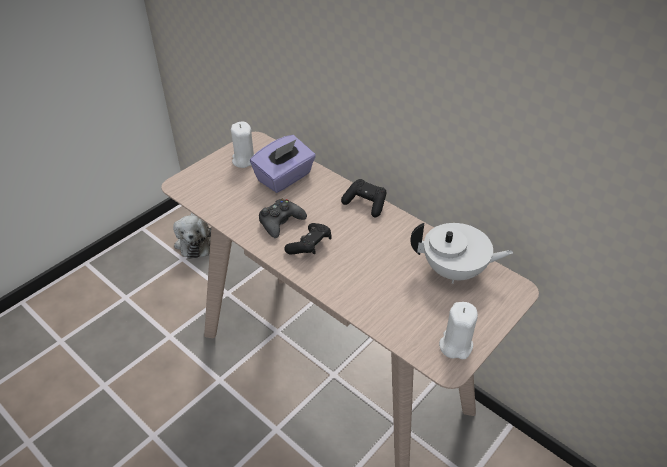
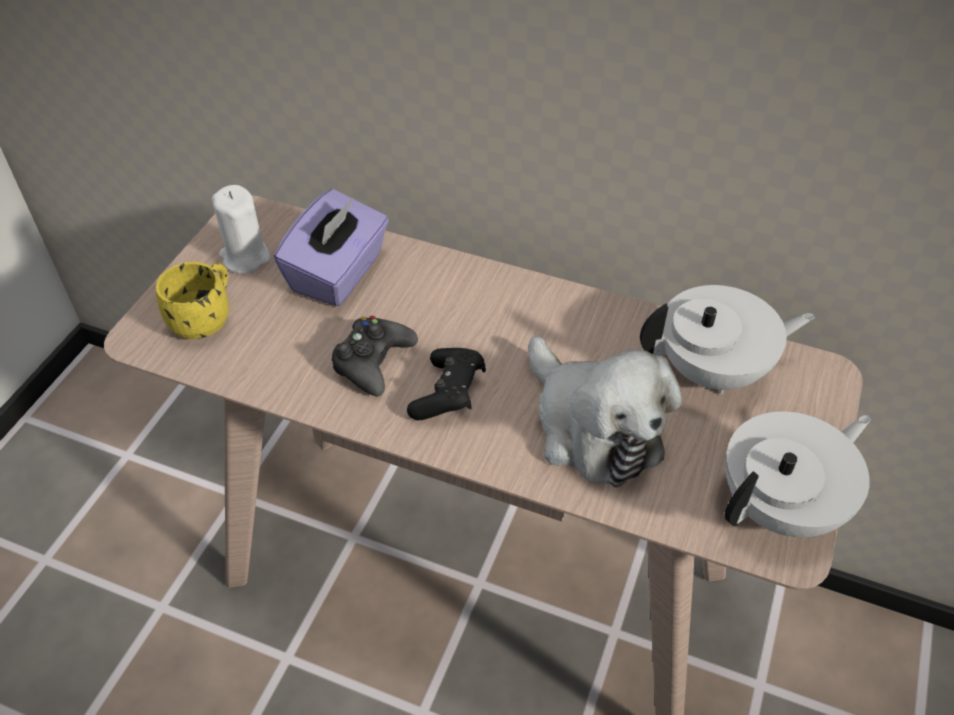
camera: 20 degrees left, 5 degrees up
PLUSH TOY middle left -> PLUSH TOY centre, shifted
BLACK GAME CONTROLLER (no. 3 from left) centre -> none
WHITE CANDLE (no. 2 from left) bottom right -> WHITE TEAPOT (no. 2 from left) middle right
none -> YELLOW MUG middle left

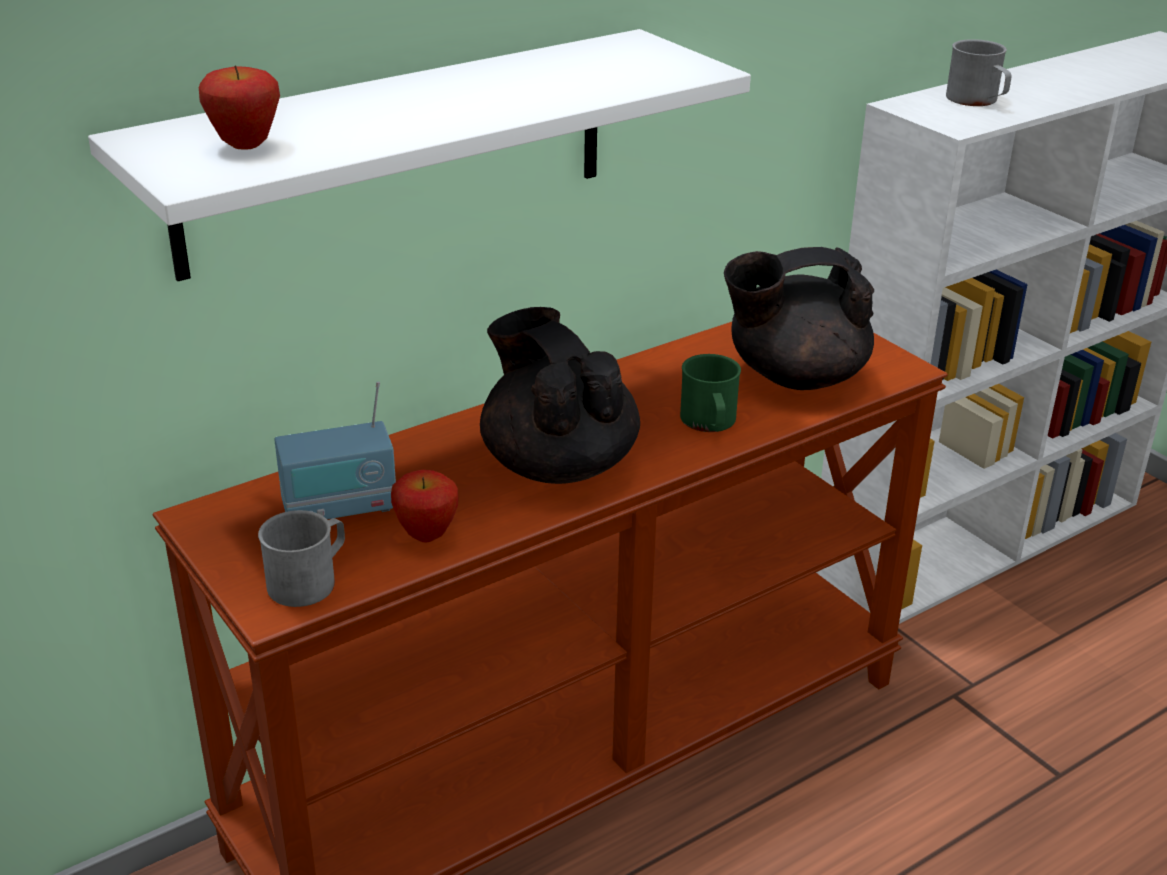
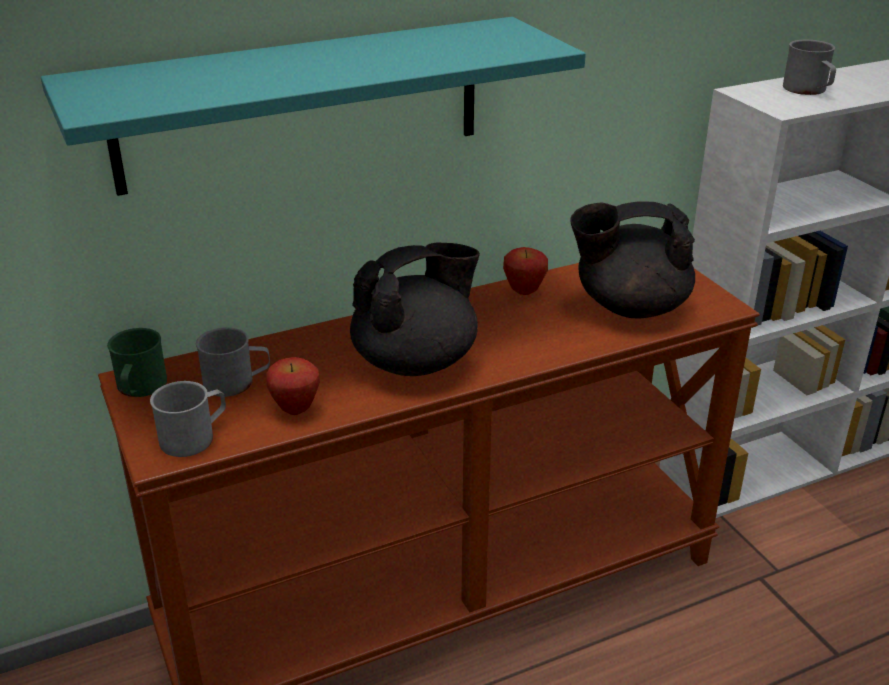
camera: 10 degrees right, 0 degrees up
WHITE SHELF top centre -> TURQUOISE SHELF top centre
APPLE (no. 1 from left in the first image) top left -> APPLE (no. 2 from left) centre, shifted
RADIO middle left -> GREY MUG (no. 2 from left) middle left
BLACK TEAPOT (no. 1 from left) centre, 75 degrees clockwise
GREEN MUG centre -> GREEN MUG middle left, shifted

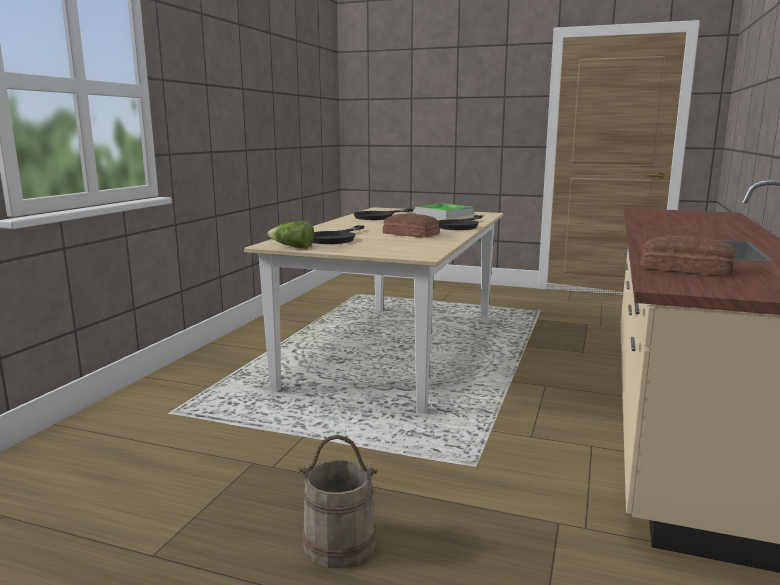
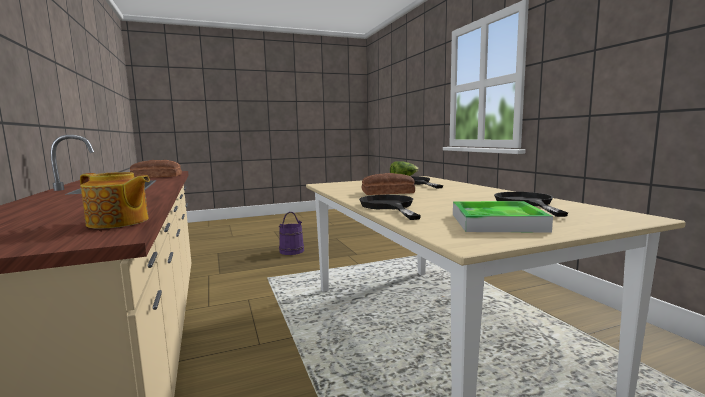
camera: 140 degrees right, 5 degrees down
BEIGE BUCKET bottom centre -> PURPLE BUCKET centre
none -> TEAPOT middle left

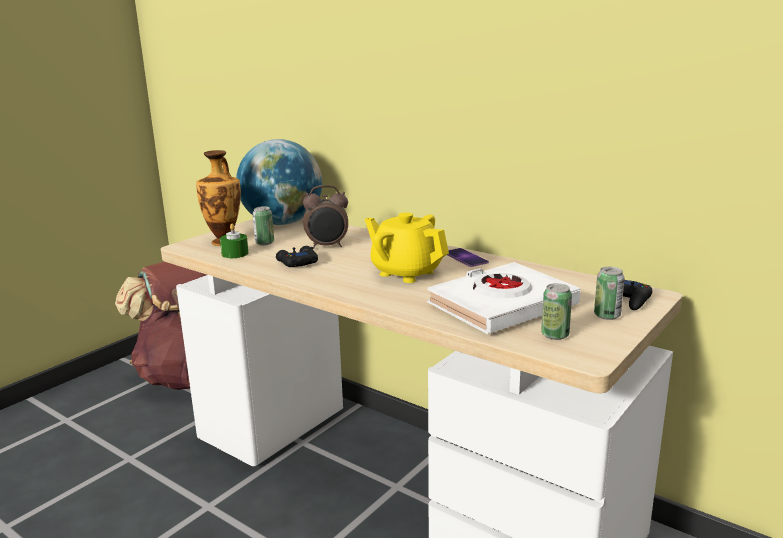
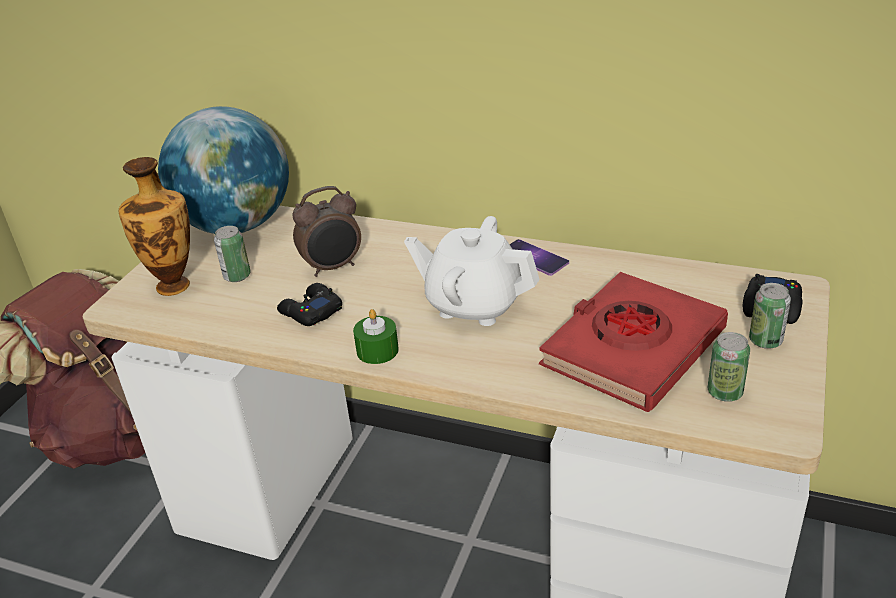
camera: 15 degrees left, 15 degrees up
GREEN CANDLE middle left -> GREEN CANDLE centre, shifted
YELLOW TEAPOT centre -> WHITE TEAPOT centre
WHITE BOOK centre -> RED BOOK middle right

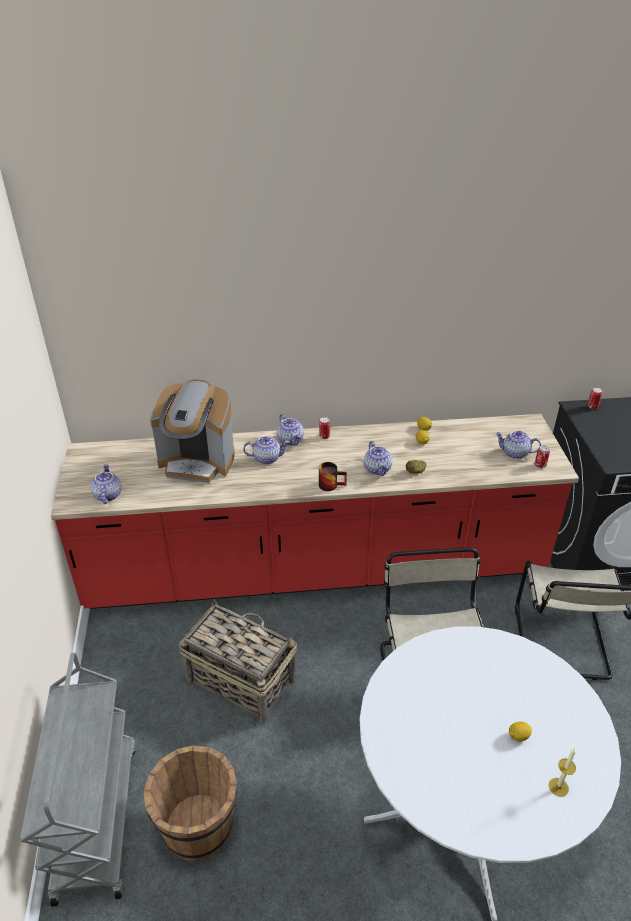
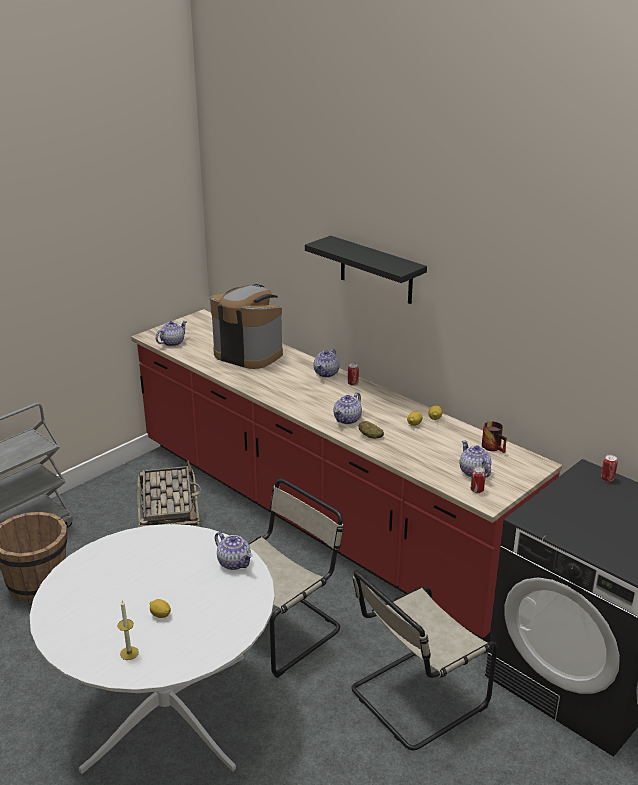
camera: 50 degrees right, 10 degrees down
COFFEE MACHINE middle left -> COFFEE MACHINE centre, 150 degrees clockwise
TEAPOT (no. 2 from left) centre -> TEAPOT (no. 2 from left) bottom centre, shifted
MUG centre -> MUG middle right, shifted
none -> BLACK SHELF centre

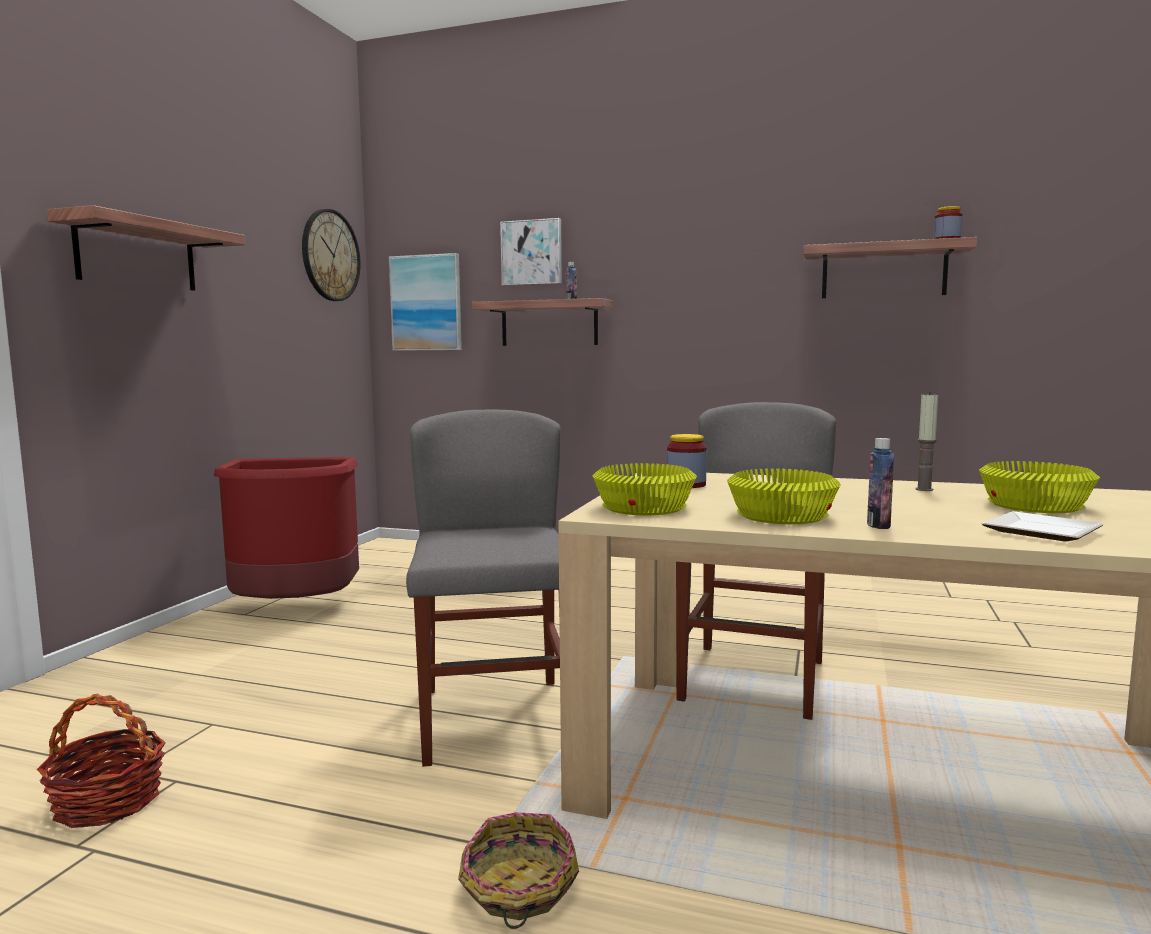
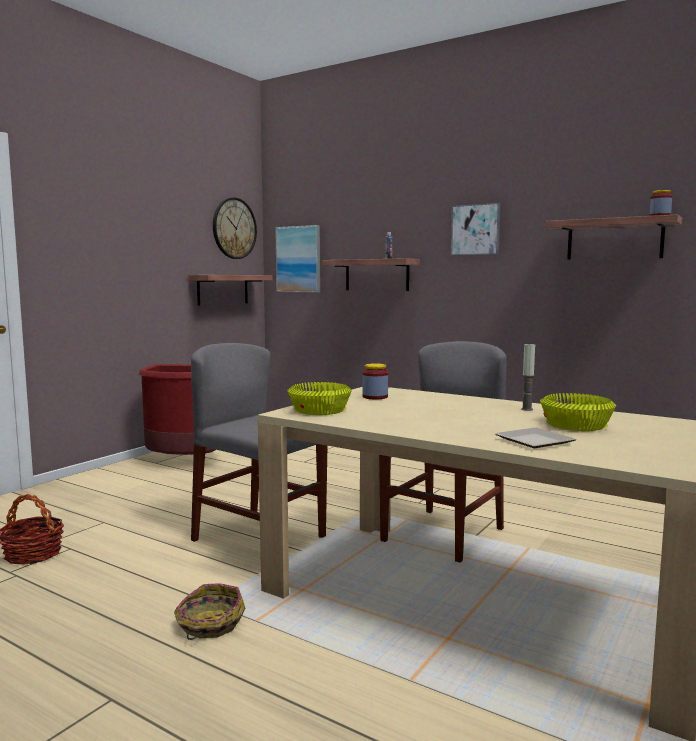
camera: 15 degrees right, 0 degrees up
SHELF (no. 1 from left) top left -> SHELF (no. 1 from left) middle left, shifted
GREY CHAIR (no. 1 from left) centre, 60 degrees counterclockwise
PICTURE (no. 2 from left) top centre -> PICTURE (no. 2 from left) top right, shifted
YELLOW BOWL (no. 2 from left) middle right -> none
BOTTLE (no. 2 from left) middle right -> none

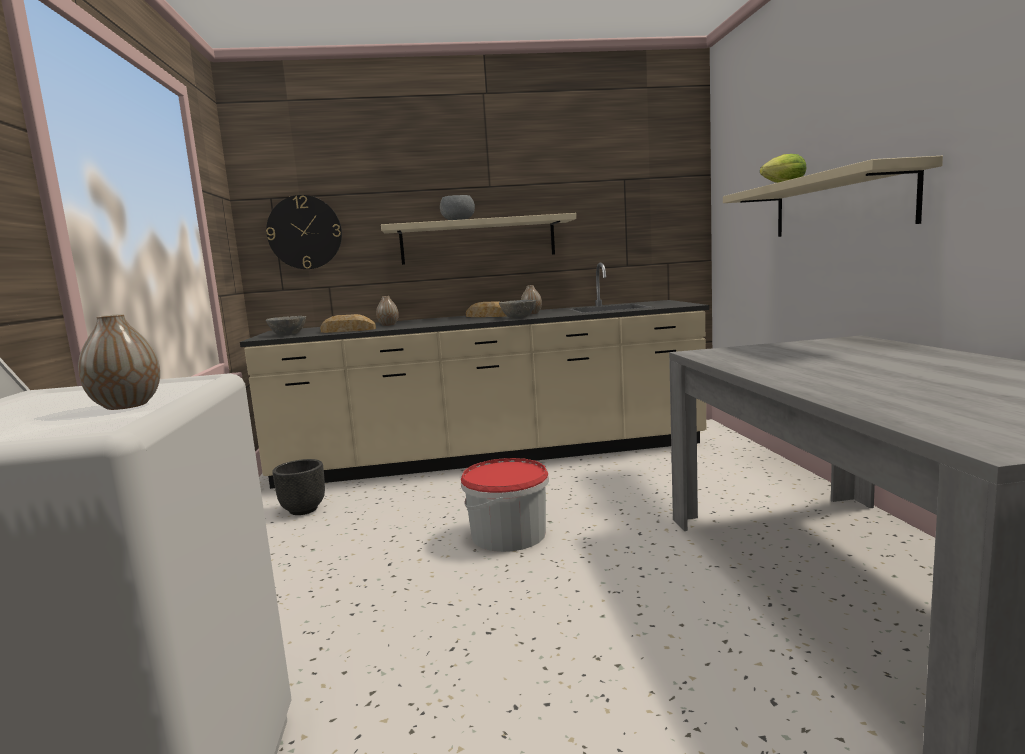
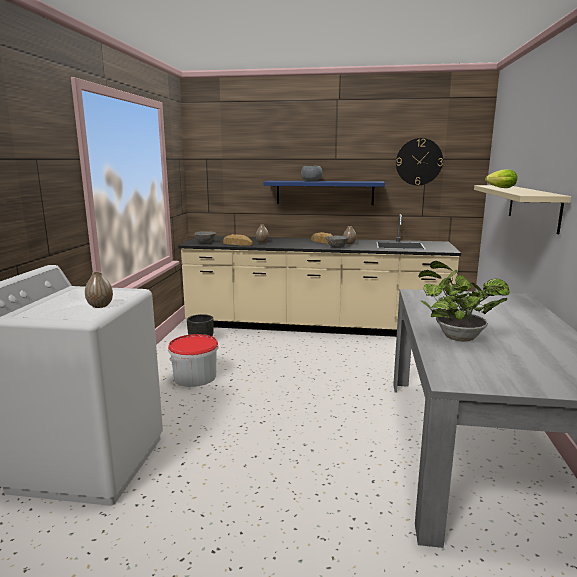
camera: 15 degrees right, 5 degrees up
WALL CLOCK top left -> WALL CLOCK top right, shifted
BEIGE SHELF (no. 1 from left) top centre -> BLUE SHELF centre
BUCKET bottom centre -> BUCKET centre, shifted
none -> POTTED PLANT middle right

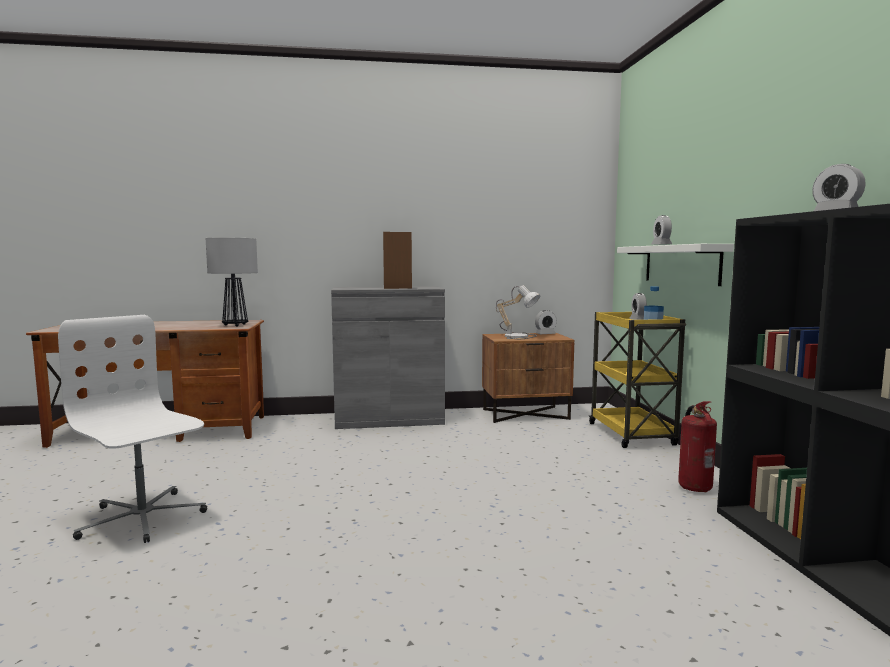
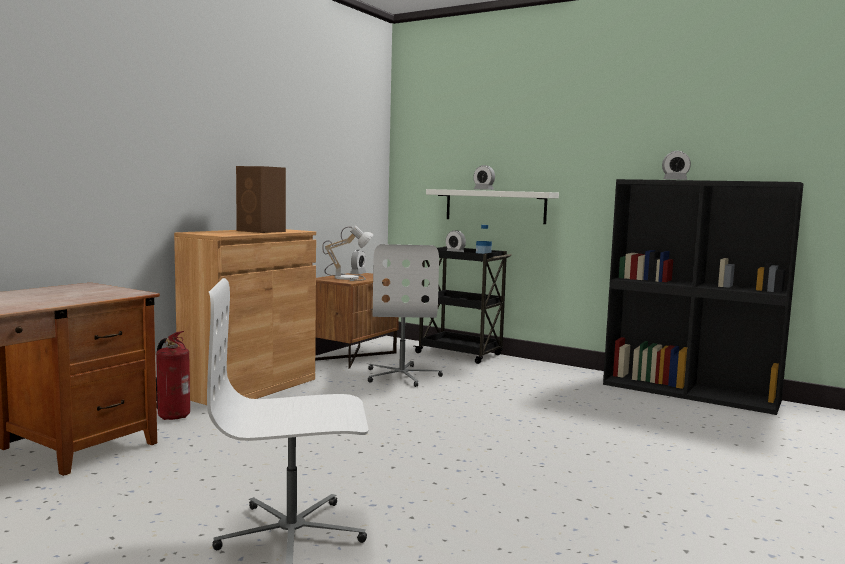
camera: 50 degrees left, 0 degrees up
TABLE LAMP (no. 1 from left) middle left -> none
GREY CABINET centre -> BROWN CABINET middle left
YELLOW CART middle right -> BLACK CART centre
FIRE EXTINGUISHER bottom right -> FIRE EXTINGUISHER middle left, shifted
none -> WHITE OFFICE CHAIR (no. 2 from left) centre

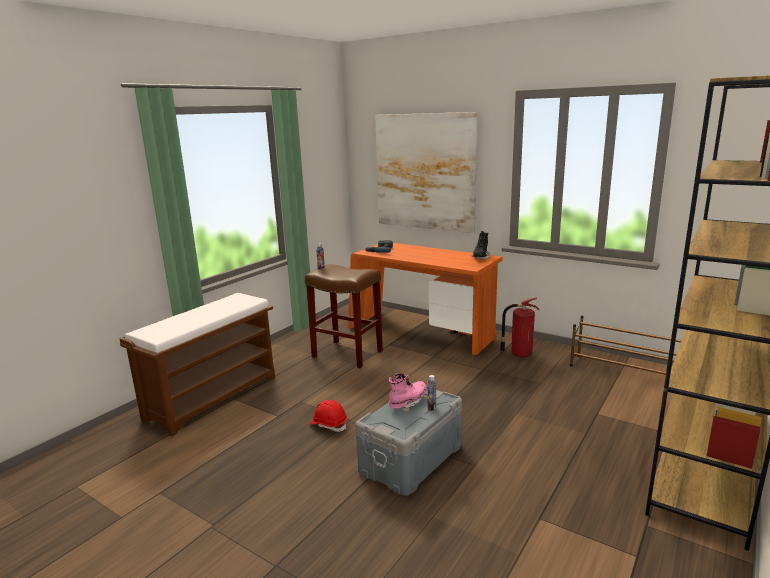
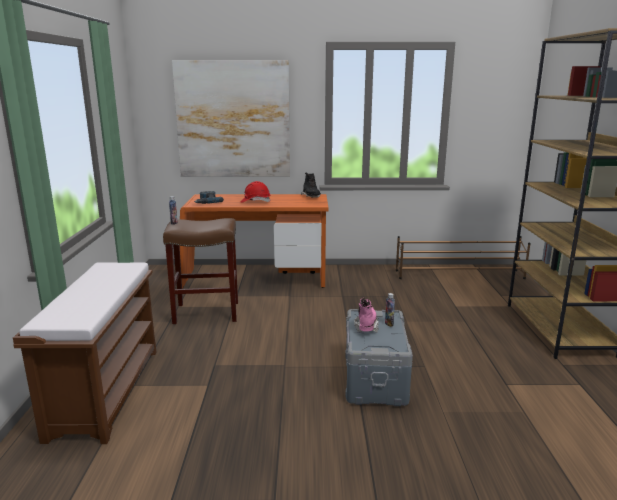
camera: 35 degrees left, 0 degrees up
RED HARD HAT bottom centre -> RED HARD HAT centre, shifted
FIRE EXTINGUISHER middle right -> none

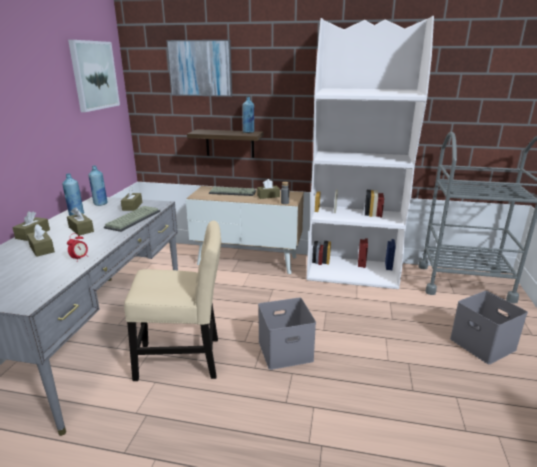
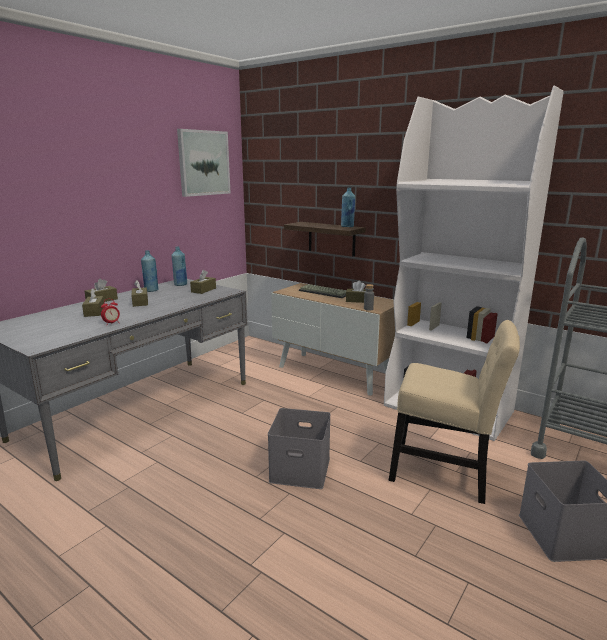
camera: 25 degrees right, 5 degrees down
KEYBOARD (no. 1 from left) middle left -> none
BEIGE CHAIR middle left -> BEIGE CHAIR middle right, shifted
PICTURE (no. 2 from left) top centre -> none

